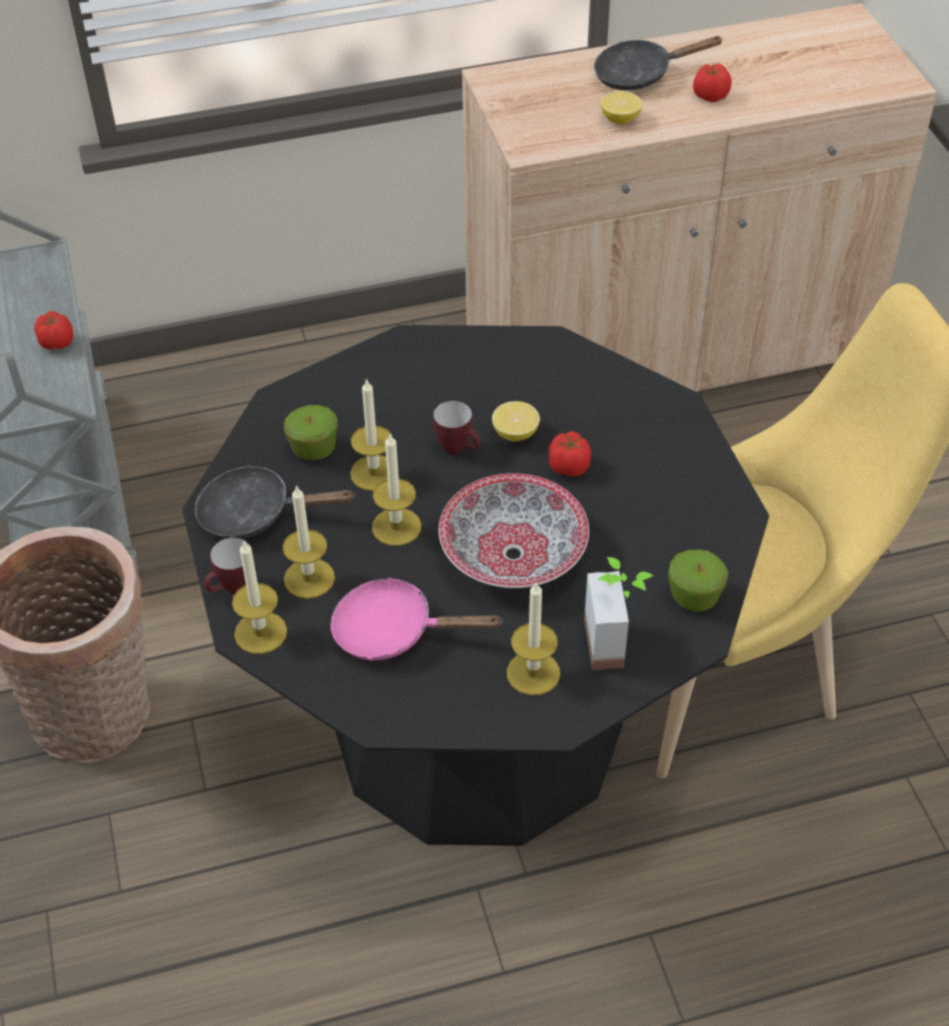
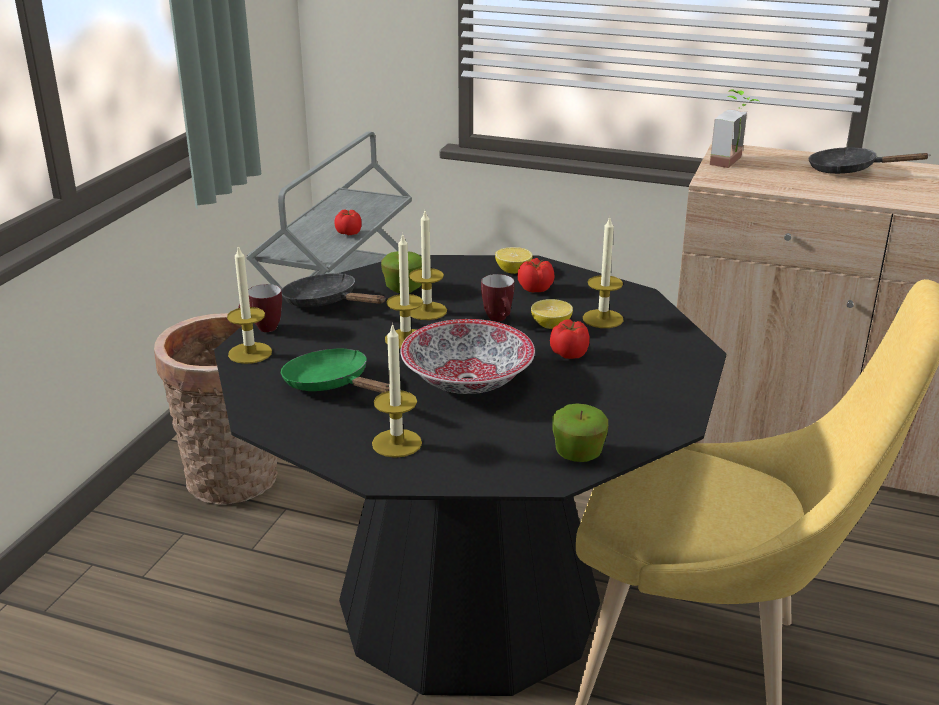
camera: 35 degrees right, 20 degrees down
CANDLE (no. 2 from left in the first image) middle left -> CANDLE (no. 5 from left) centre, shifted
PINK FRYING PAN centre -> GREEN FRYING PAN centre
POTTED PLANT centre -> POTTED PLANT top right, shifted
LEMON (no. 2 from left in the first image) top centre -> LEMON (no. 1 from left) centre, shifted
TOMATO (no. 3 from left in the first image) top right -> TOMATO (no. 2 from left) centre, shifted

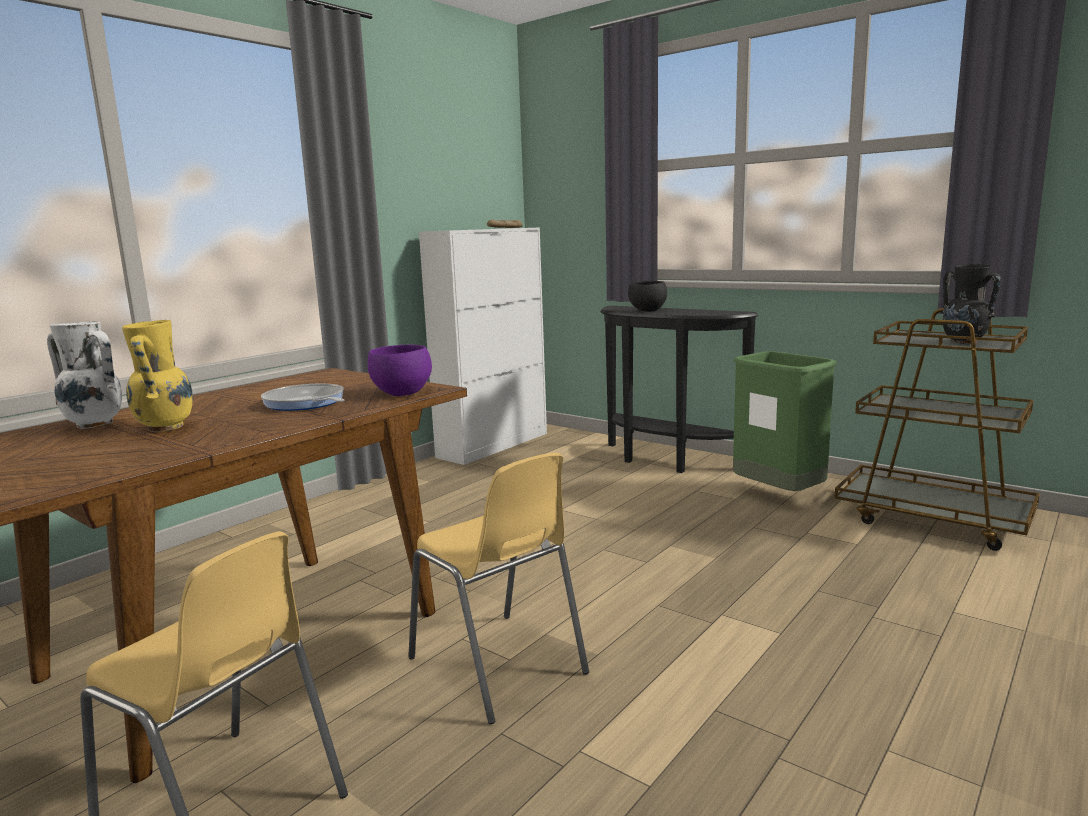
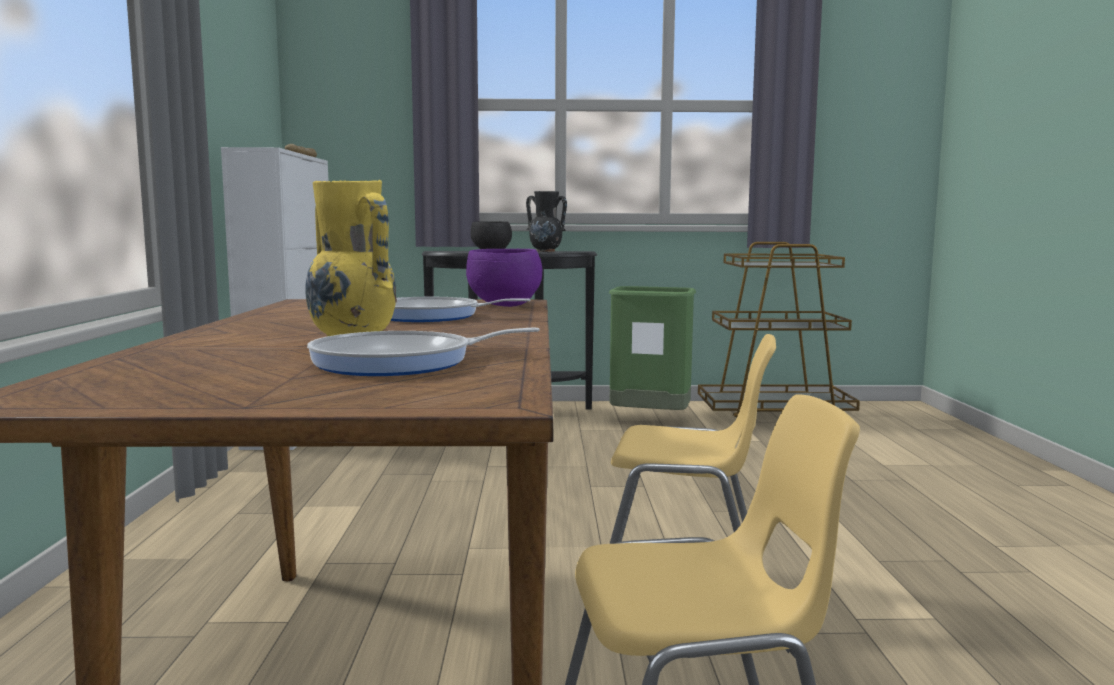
camera: 40 degrees left, 5 degrees down
WHITE VASE middle left -> none
BLACK VASE middle right -> BLACK VASE top centre, shifted
none -> FRYING PAN (no. 1 from left) centre

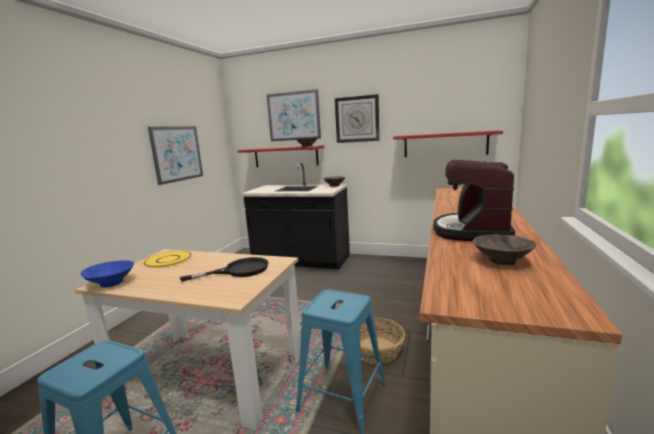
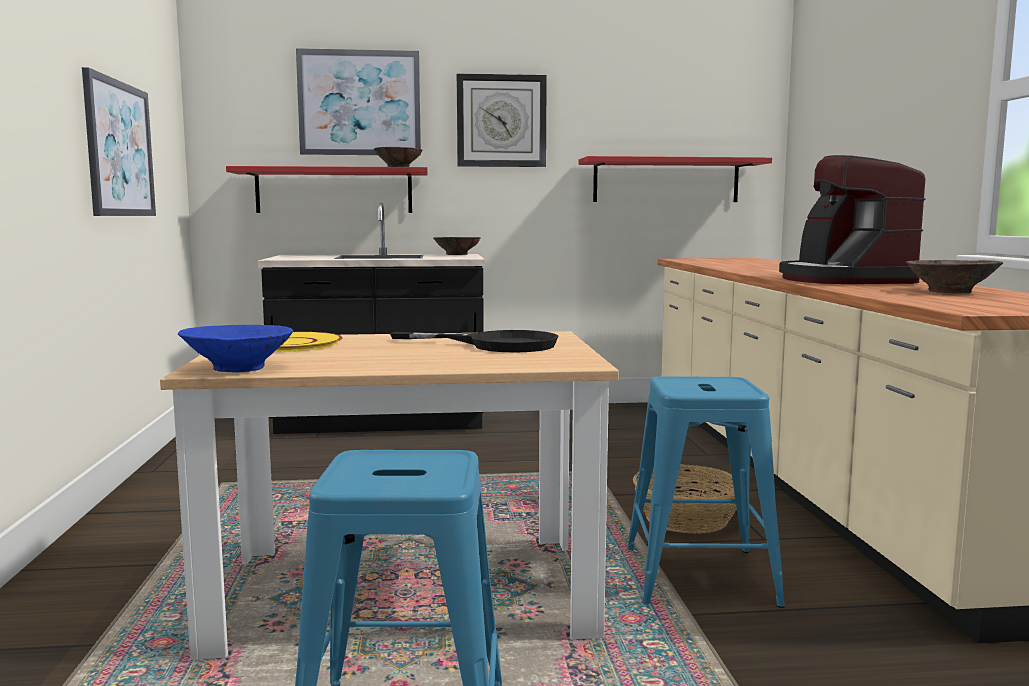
camera: 25 degrees left, 5 degrees down
BLACK FRYING PAN centre, 60 degrees clockwise

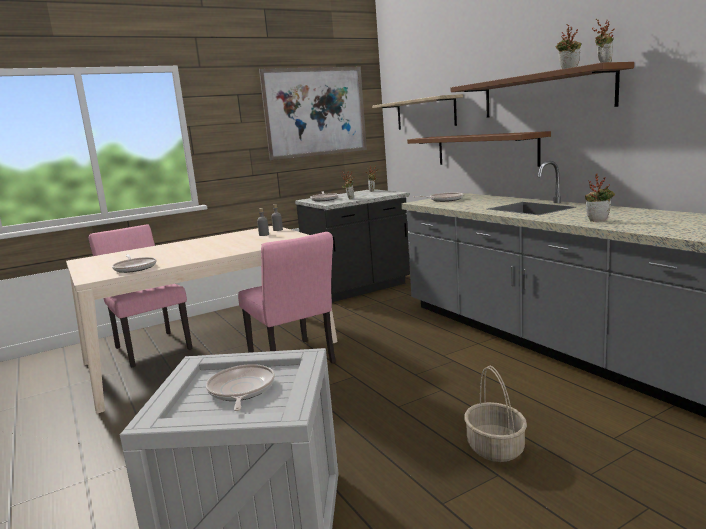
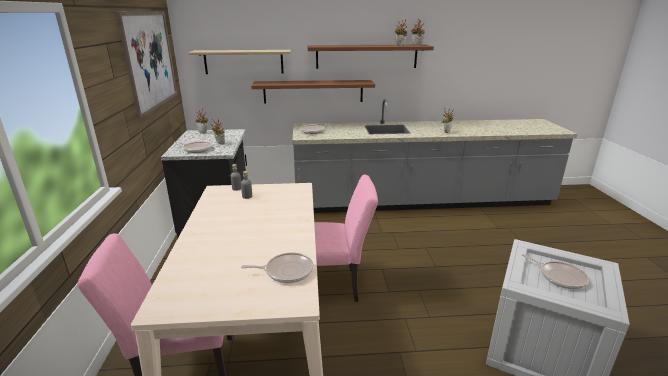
camera: 65 degrees left, 10 degrees up
FRYING PAN (no. 2 from left in the first image) bottom centre -> FRYING PAN (no. 4 from left) bottom right, 150 degrees counterclockwise
BASKET bottom right -> none

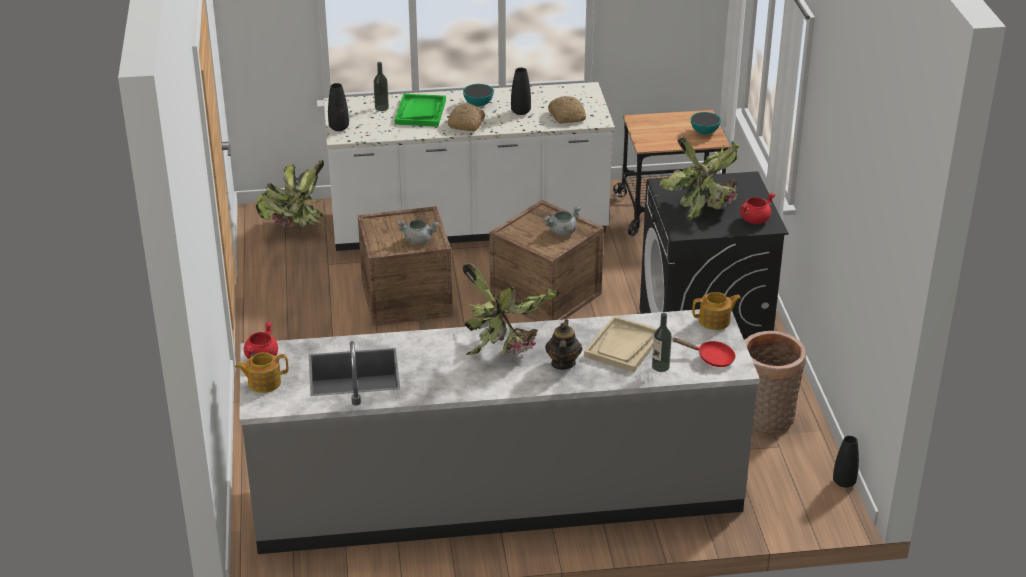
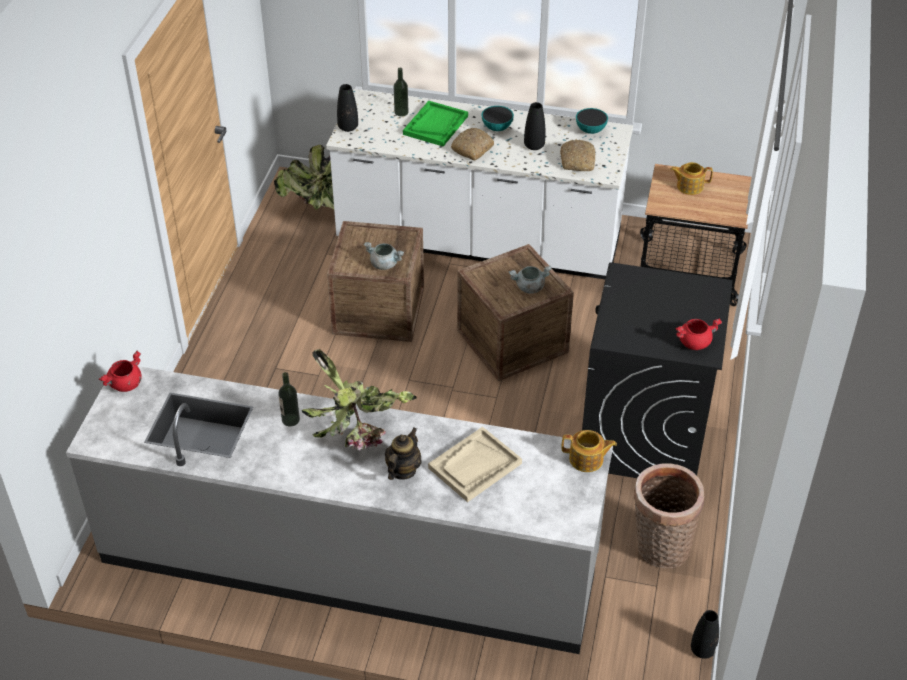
camera: 20 degrees right, 10 degrees up
TEAPOT (no. 1 from left in the first image) middle left -> TEAPOT (no. 3 from left) top right, shifted
BOTTLE (no. 2 from left in the first image) centre -> BOTTLE (no. 1 from left) middle left, shifted
POTTED PLANT (no. 3 from left) top right -> none
RED FRYING PAN middle right -> none
BOWL (no. 2 from left) top right -> BOWL (no. 2 from left) top centre, shifted

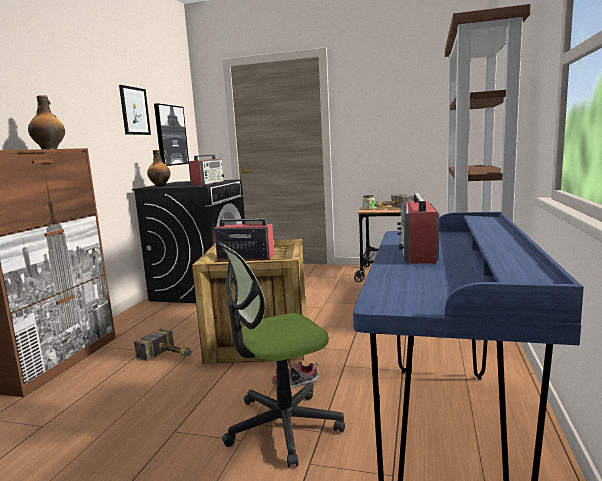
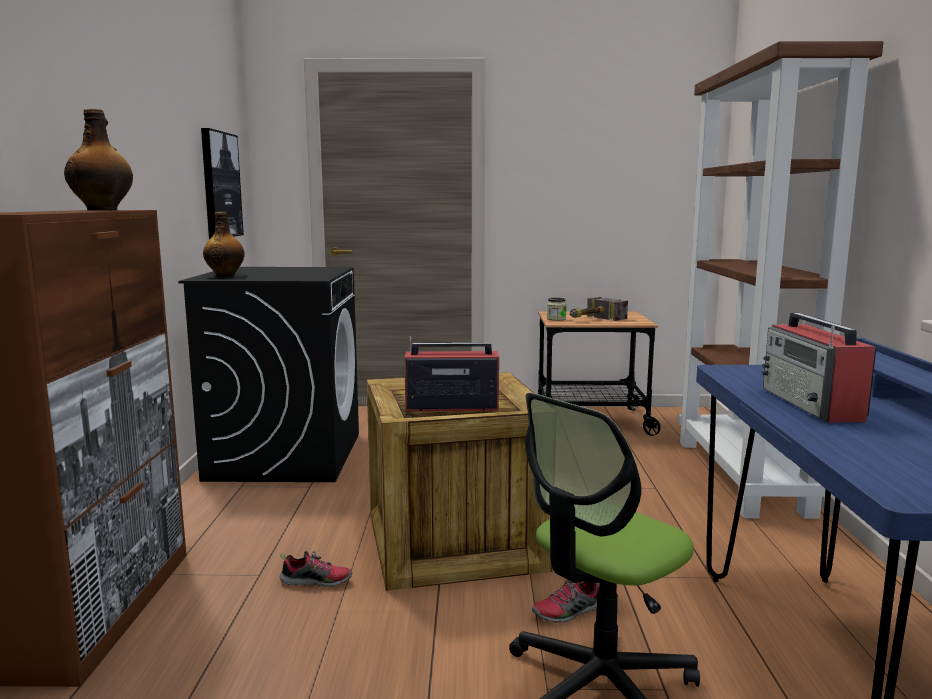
camera: 15 degrees left, 0 degrees up
PICTURE (no. 1 from left) top left -> none
HAMMER (no. 1 from left) bottom left -> SHOE (no. 1 from left) bottom centre
RADIO (no. 1 from left) centre -> none

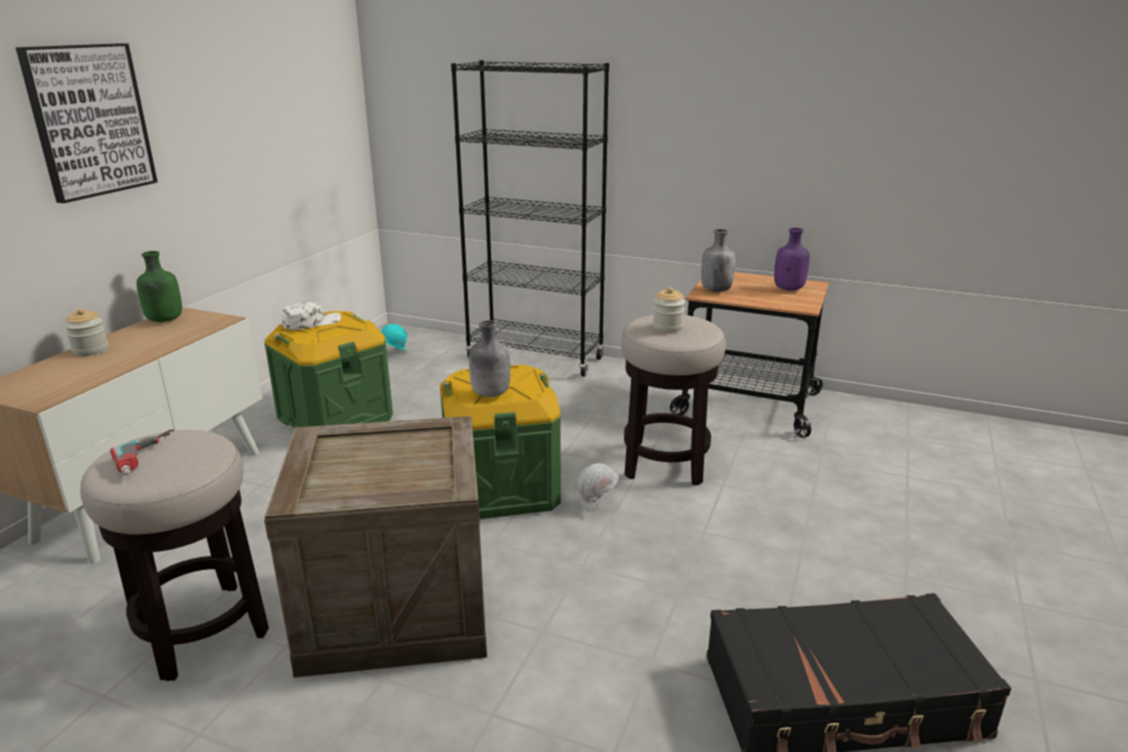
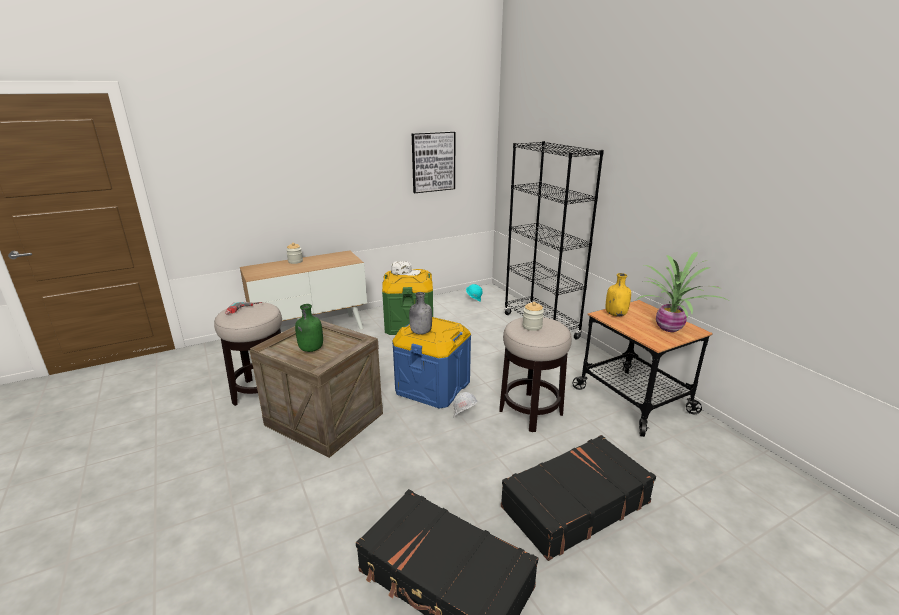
camera: 40 degrees right, 0 degrees up
PICTURE top left -> PICTURE top centre, shifted
GREEN BOTTLE middle left -> GREEN BOTTLE centre, shifted
GREEN STORAGE BOX (no. 2 from left) centre -> BLUE STORAGE BOX centre
GREY BOTTLE (no. 2 from left) centre -> YELLOW BOTTLE middle right
PURPLE BOTTLE middle right -> POTTED PLANT middle right
none -> BLACK SUITCASE (no. 2 from left) bottom centre

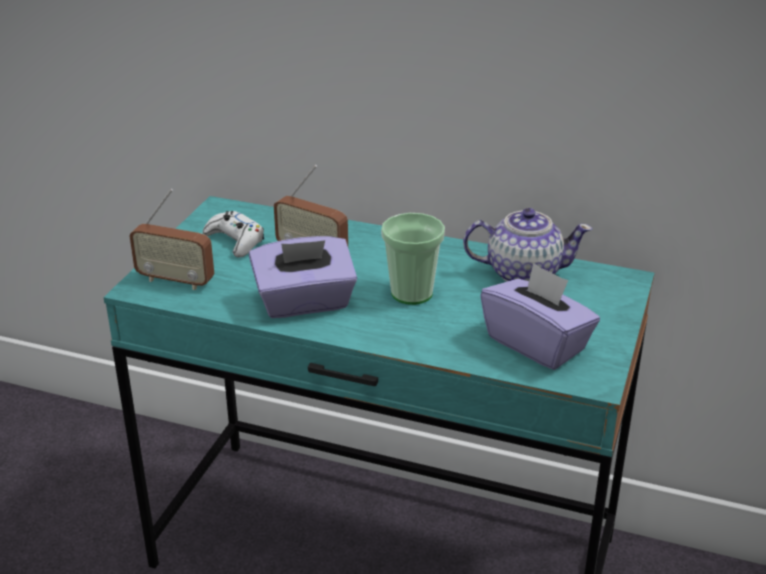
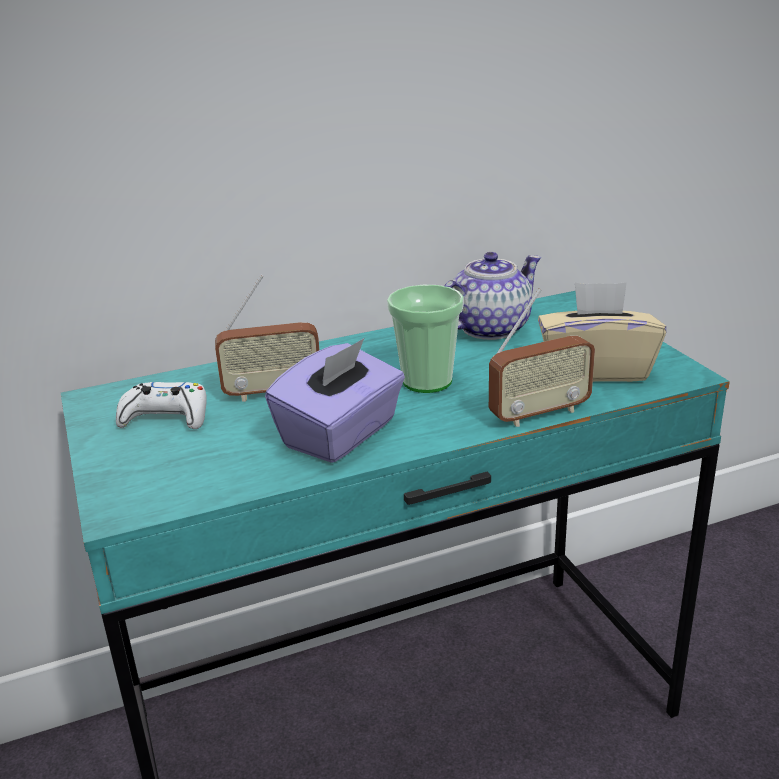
camera: 40 degrees left, 5 degrees down
RADIO (no. 1 from left in the first image) middle left -> RADIO (no. 2 from left) middle right, shifted
PURPLE TISSUE BOX (no. 2 from left) middle right -> BEIGE TISSUE BOX middle right

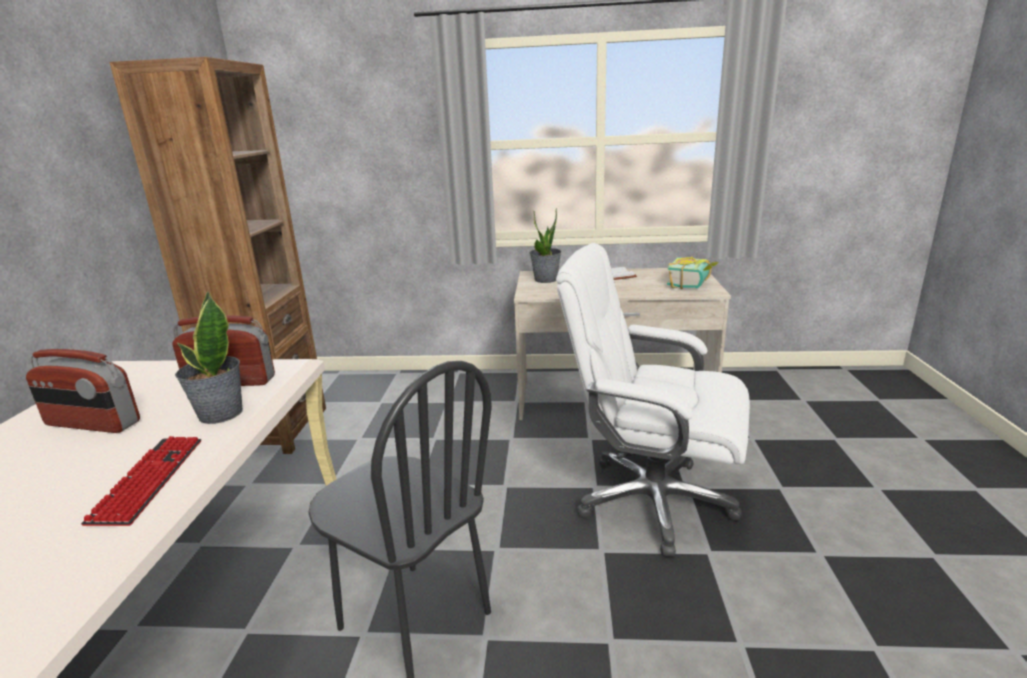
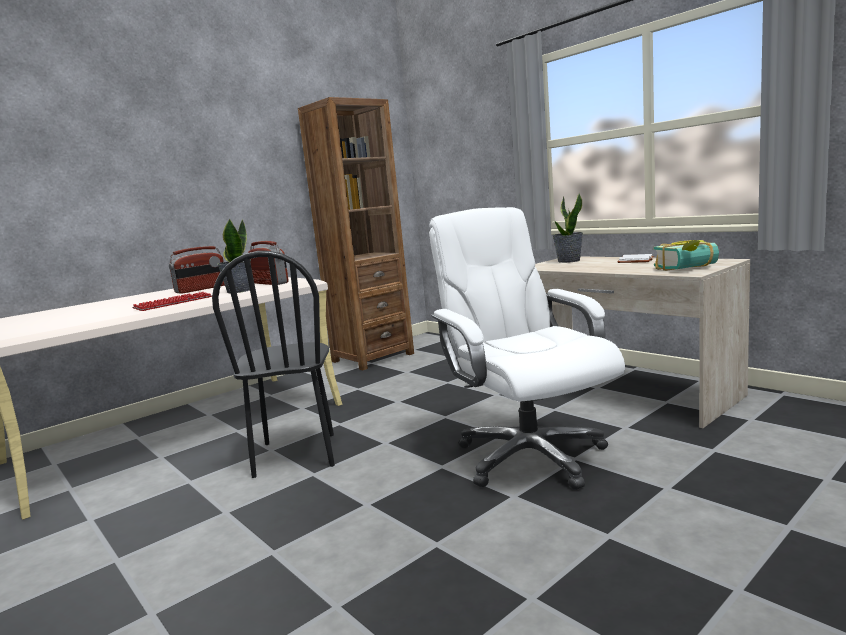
camera: 45 degrees right, 10 degrees down
RADIO (no. 1 from left) middle left, 105 degrees counterclockwise

